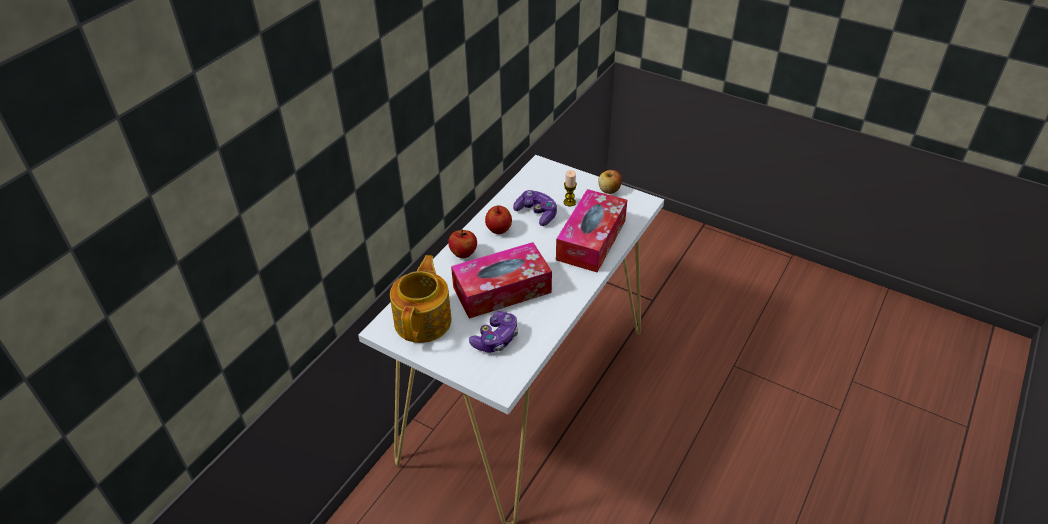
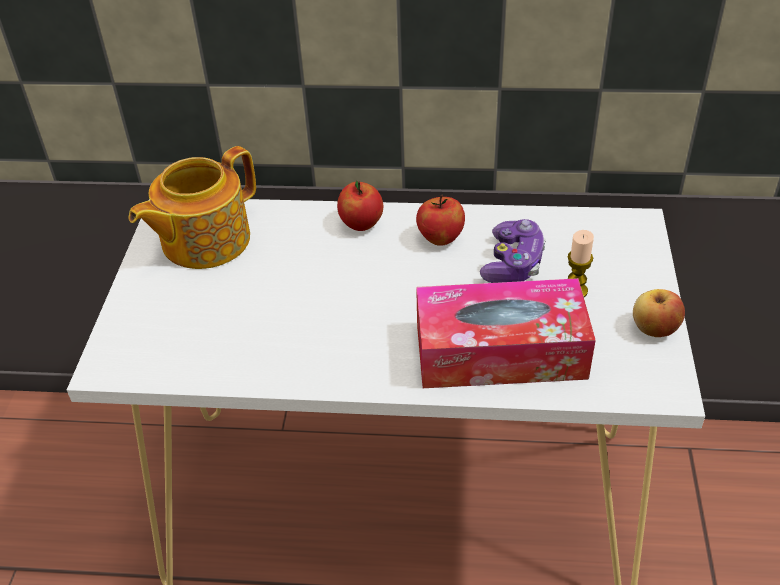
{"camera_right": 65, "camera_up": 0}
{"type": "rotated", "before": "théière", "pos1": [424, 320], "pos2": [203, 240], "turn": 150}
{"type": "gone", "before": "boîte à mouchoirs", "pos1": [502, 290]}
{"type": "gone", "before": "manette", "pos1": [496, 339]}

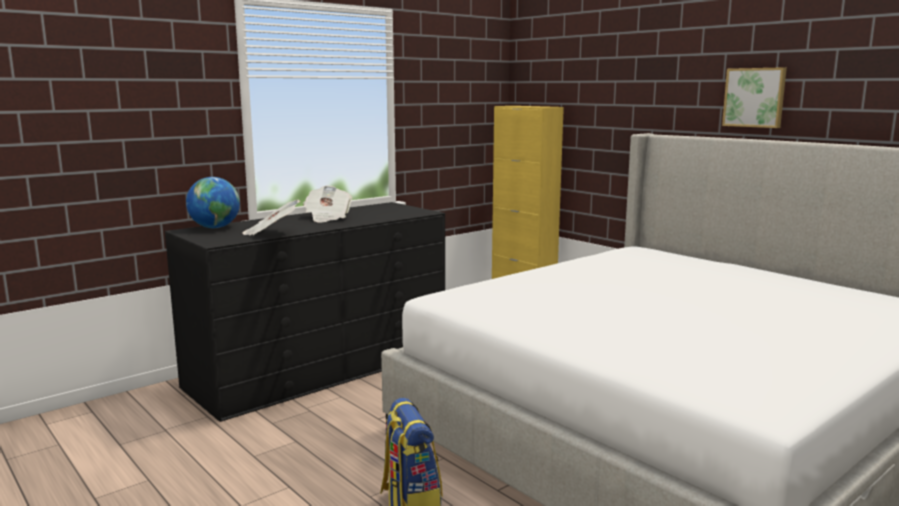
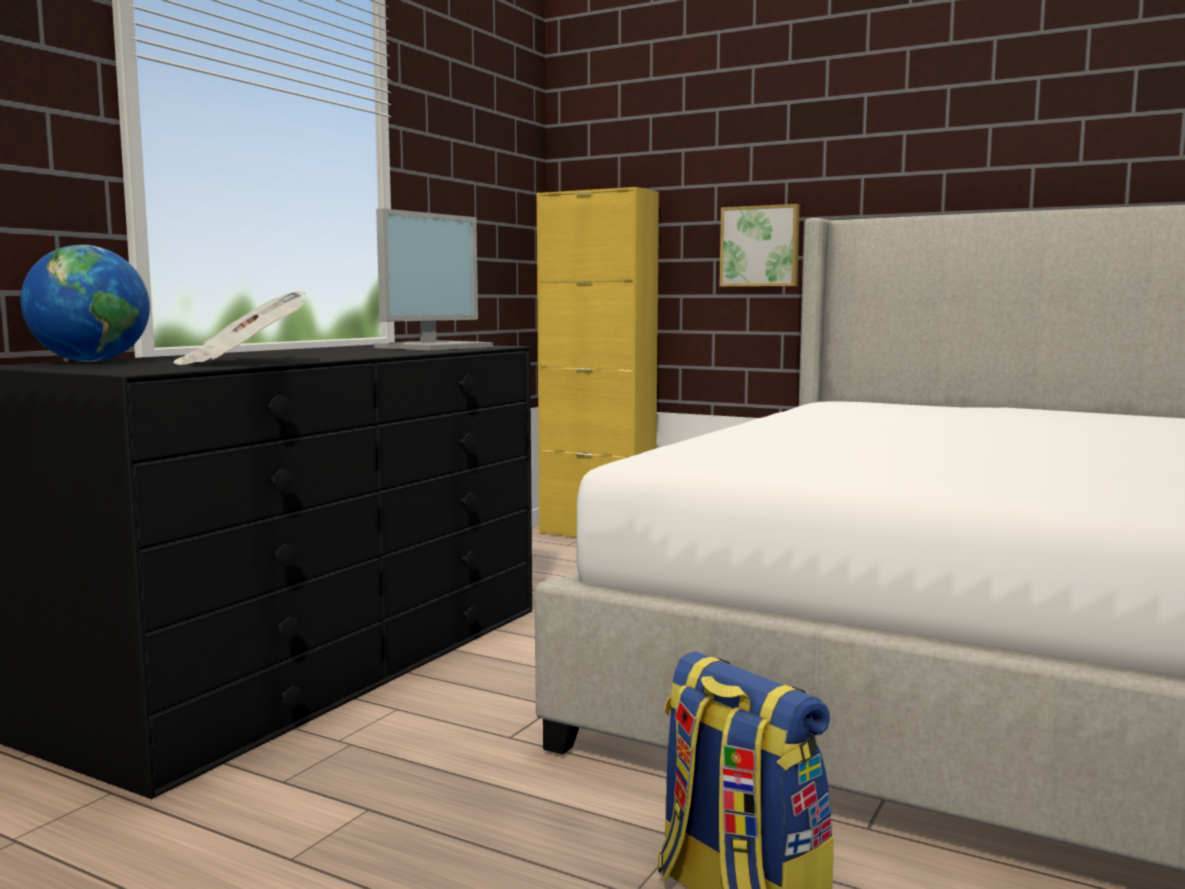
{"camera_right": -20, "camera_up": -5}
{"type": "gone", "before": "journal", "pos1": [327, 218]}
{"type": "shifted", "before": "tableau", "pos1": [754, 97], "pos2": [760, 246]}
{"type": "new", "after": "écran d'ordinateur", "pos2": [434, 347]}

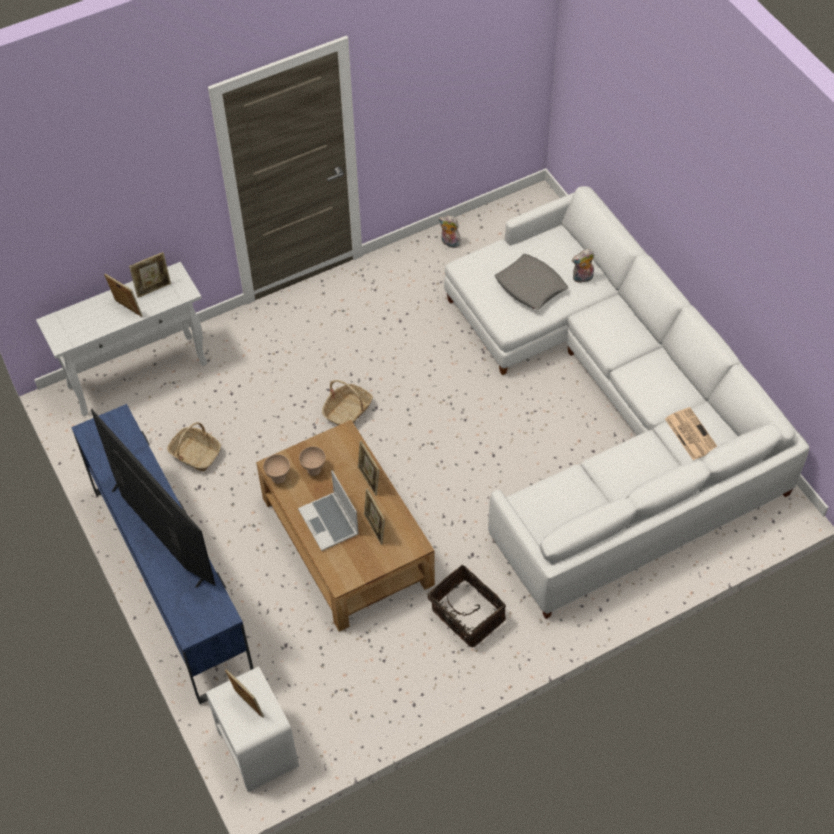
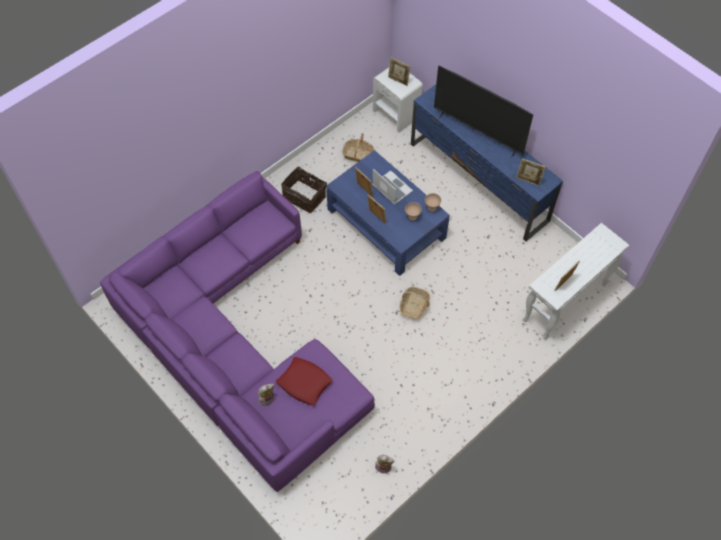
{"camera_right": 165, "camera_up": 5}
{"type": "shifted", "before": "cadre photo", "pos1": [127, 309], "pos2": [528, 181]}
{"type": "shifted", "before": "panier", "pos1": [195, 454], "pos2": [358, 154]}
{"type": "repainted", "before": "table basse [marron]", "after": "table basse [bleu]", "pos1": [347, 541], "pos2": [386, 223]}
{"type": "repainted", "before": "canapé [blanc]", "after": "canapé [violet]", "pos1": [609, 413], "pos2": [238, 342]}
{"type": "repainted", "before": "coussin [gris]", "after": "coussin [rouge]", "pos1": [531, 286], "pos2": [304, 383]}
{"type": "gone", "before": "journal", "pos1": [690, 433]}

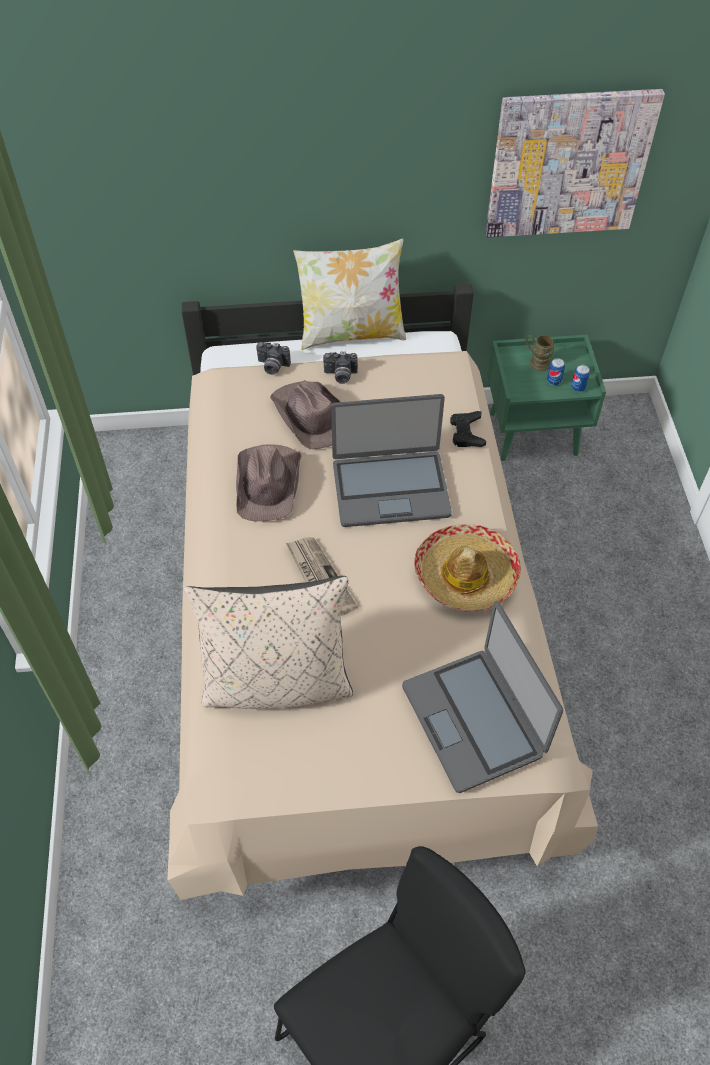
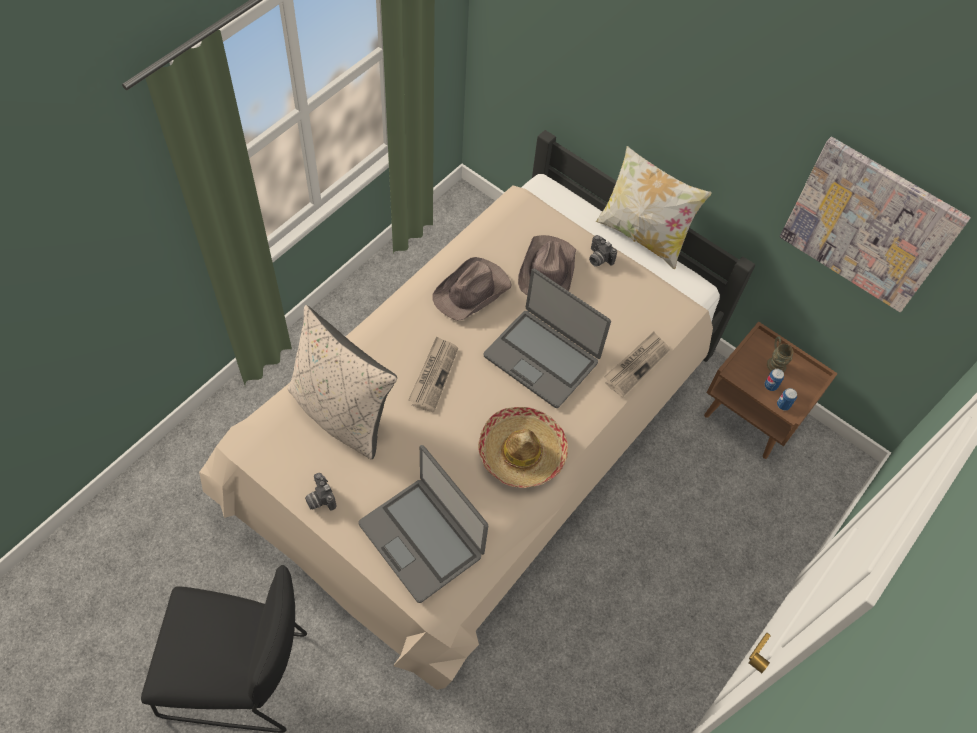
{"camera_right": 40, "camera_up": 5}
{"type": "shifted", "before": "appareil photo", "pos1": [272, 367], "pos2": [319, 499]}
{"type": "rotated", "before": "ordinateur portable", "pos1": [474, 719], "pos2": [422, 539], "turn": -60}
{"type": "swapped", "before": "manette [noir]", "after": "journal", "pos1": [467, 432], "pos2": [636, 365]}
{"type": "repainted", "before": "table de chevet [vert]", "after": "table de chevet [marron]", "pos1": [534, 433], "pos2": [751, 416]}

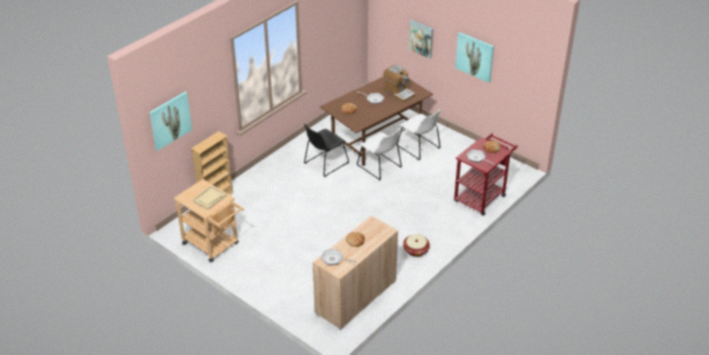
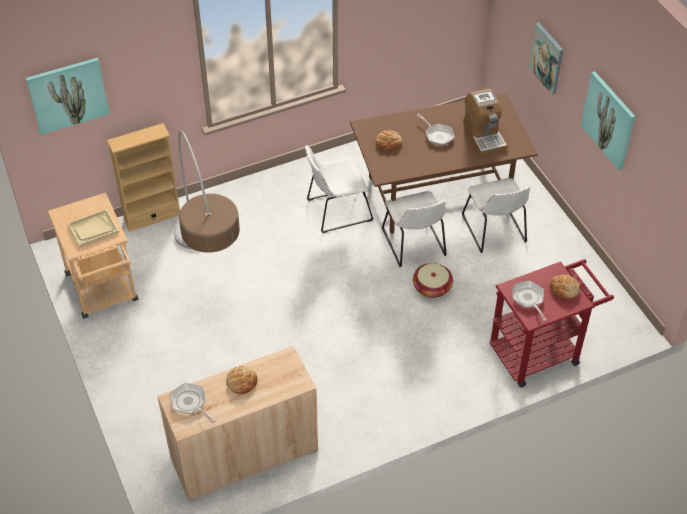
{"camera_right": 25, "camera_up": 10}
{"type": "repainted", "before": "chaise [noir]", "after": "chaise [blanc]", "pos1": [324, 164], "pos2": [336, 211]}
{"type": "shifted", "before": "panier", "pos1": [416, 250], "pos2": [432, 287]}
{"type": "new", "after": "lampadaire", "pos2": [209, 275]}

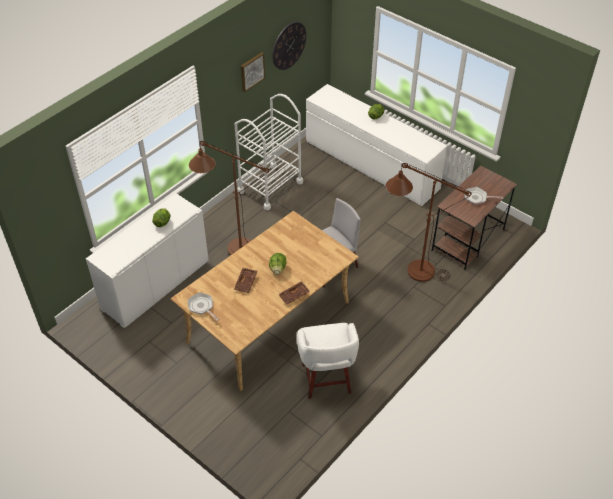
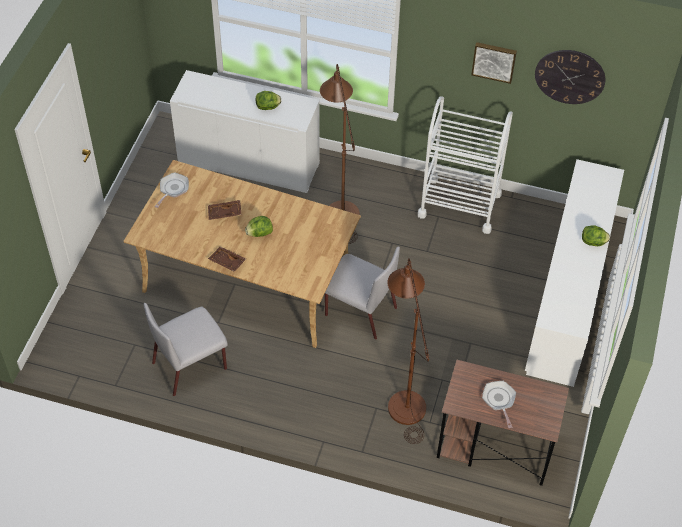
{"camera_right": 65, "camera_up": 5}
{"type": "swapped", "before": "tabouret [blanc]", "after": "chaise [gris]", "pos1": [326, 380], "pos2": [190, 365]}

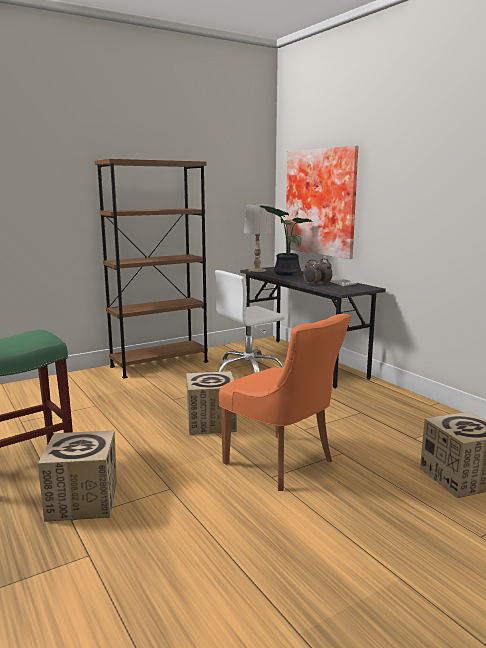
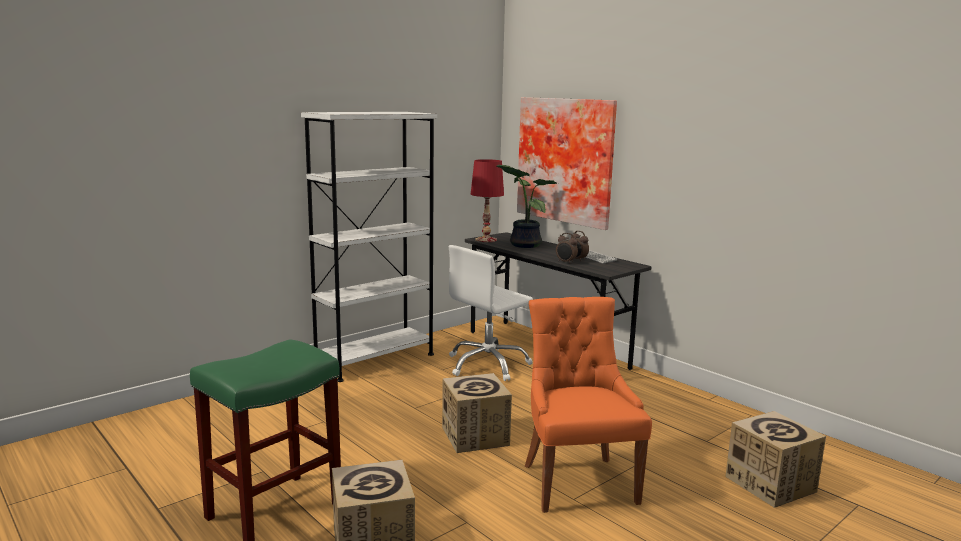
{"camera_right": -10, "camera_up": 0}
{"type": "repainted", "before": "bibliothèque [marron]", "after": "bibliothèque [blanc]", "pos1": [159, 364], "pos2": [375, 360]}
{"type": "rotated", "before": "chaise [orange]", "pos1": [281, 463], "pos2": [577, 481], "turn": -135}
{"type": "repainted", "before": "lampe de table [blanc]", "after": "lampe de table [rouge]", "pos1": [257, 270], "pos2": [486, 240]}

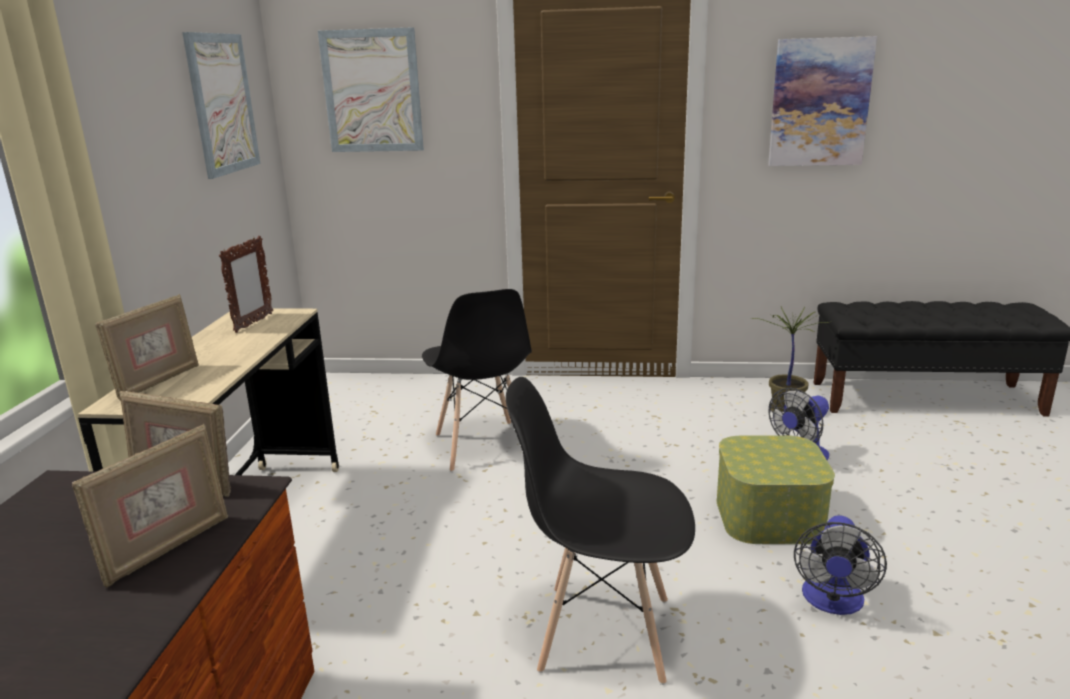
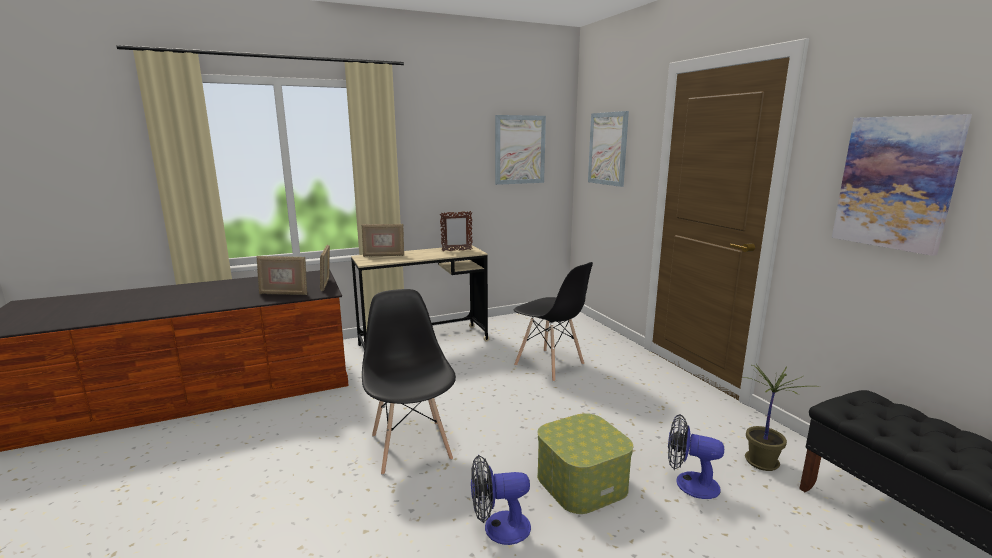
{"camera_right": 60, "camera_up": -5}
{"type": "rotated", "before": "chaise [noir]", "pos1": [482, 446], "pos2": [549, 365], "turn": -90}

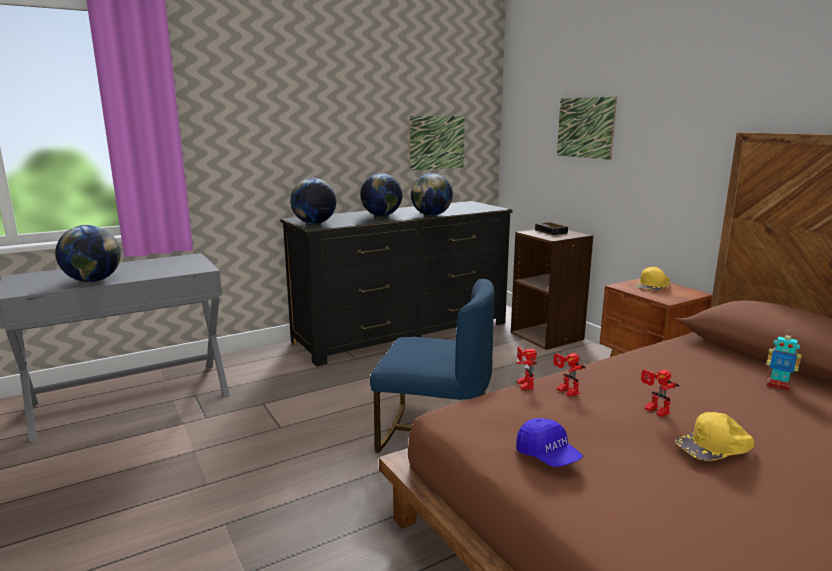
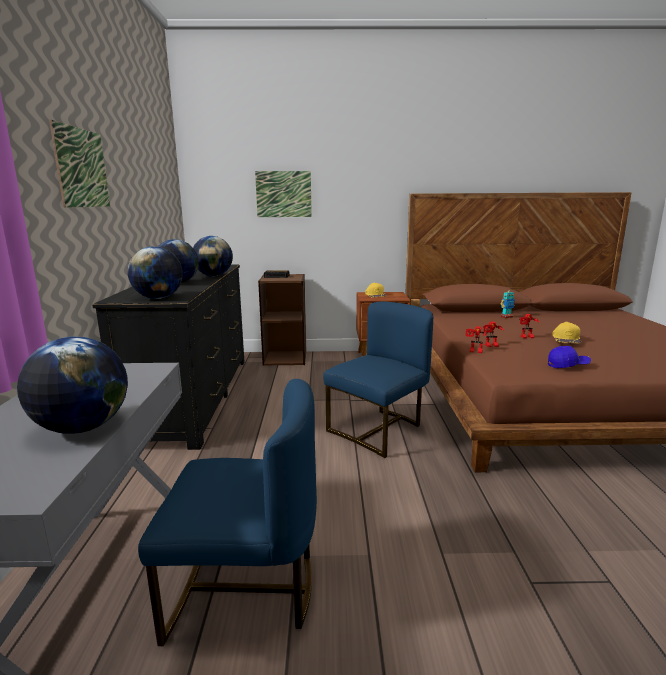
{"camera_right": -60, "camera_up": 0}
{"type": "shifted", "before": "tableau", "pos1": [437, 142], "pos2": [82, 168]}
{"type": "new", "after": "chaise [bleu]", "pos2": [244, 590]}

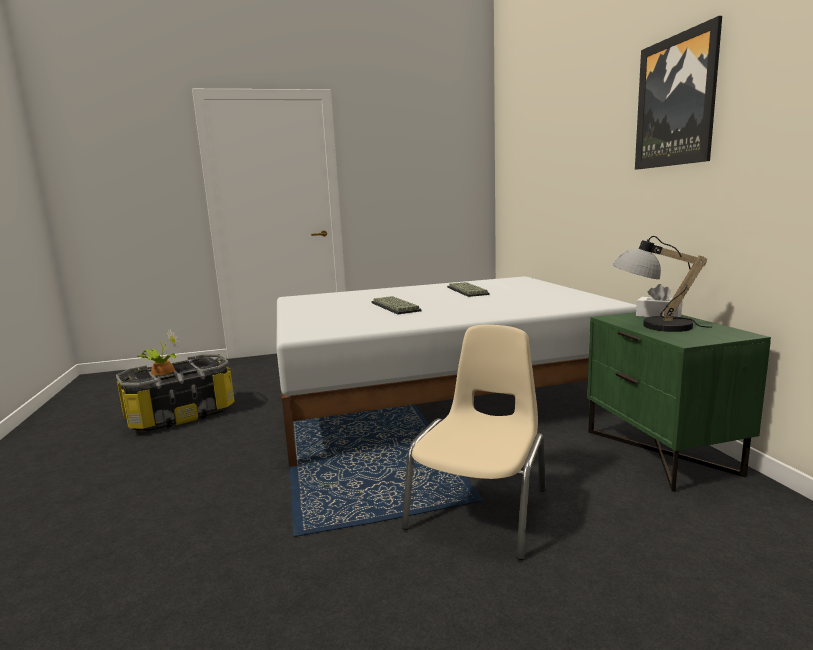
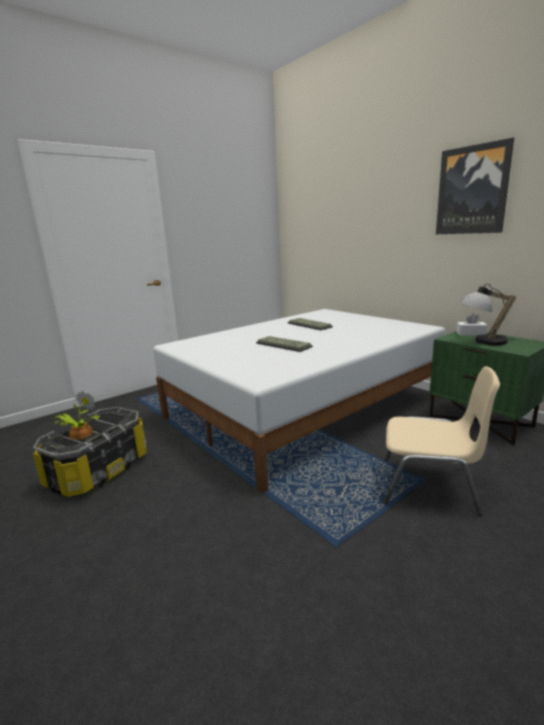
{"camera_right": -25, "camera_up": 5}
{"type": "rotated", "before": "chaise [beige]", "pos1": [481, 508], "pos2": [429, 485], "turn": 105}

